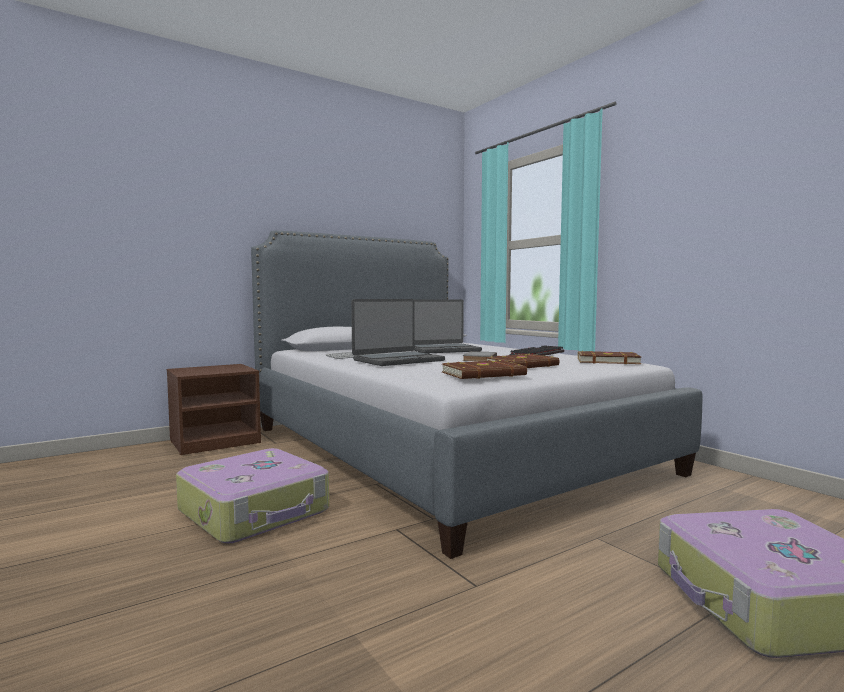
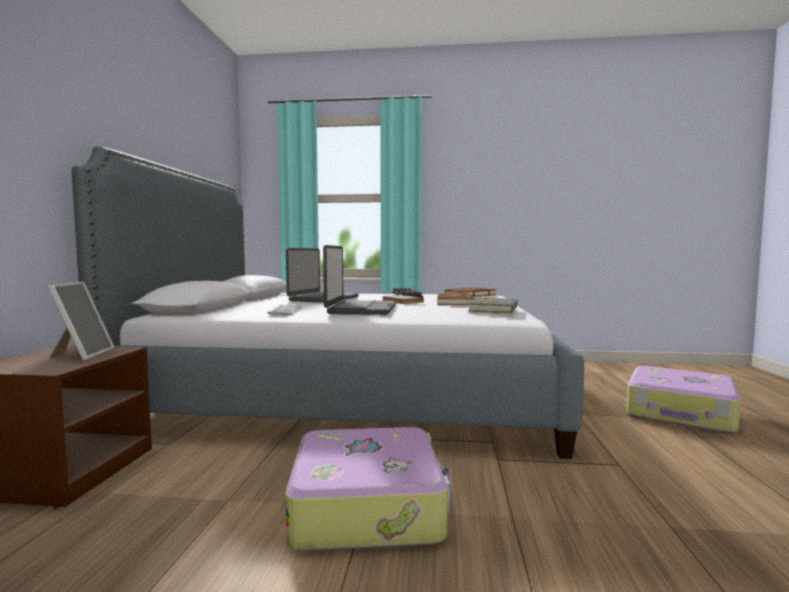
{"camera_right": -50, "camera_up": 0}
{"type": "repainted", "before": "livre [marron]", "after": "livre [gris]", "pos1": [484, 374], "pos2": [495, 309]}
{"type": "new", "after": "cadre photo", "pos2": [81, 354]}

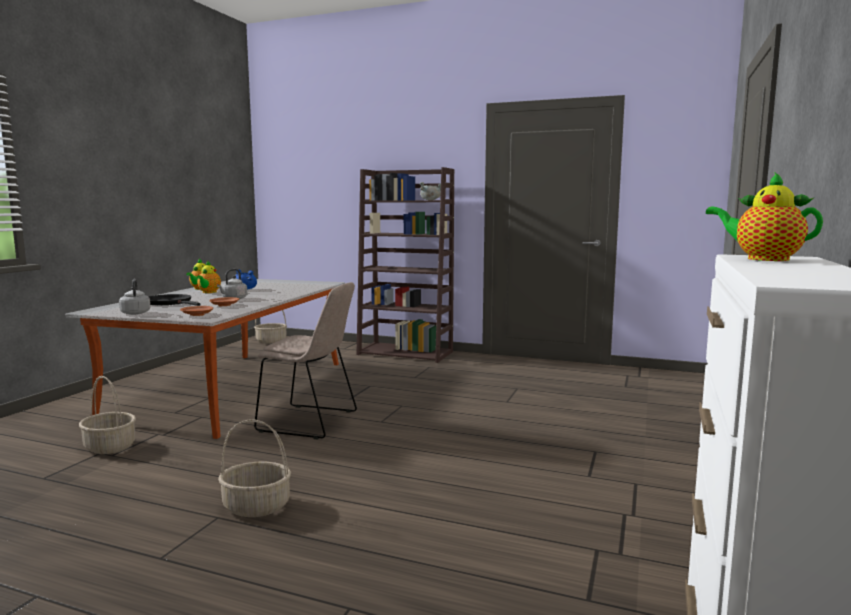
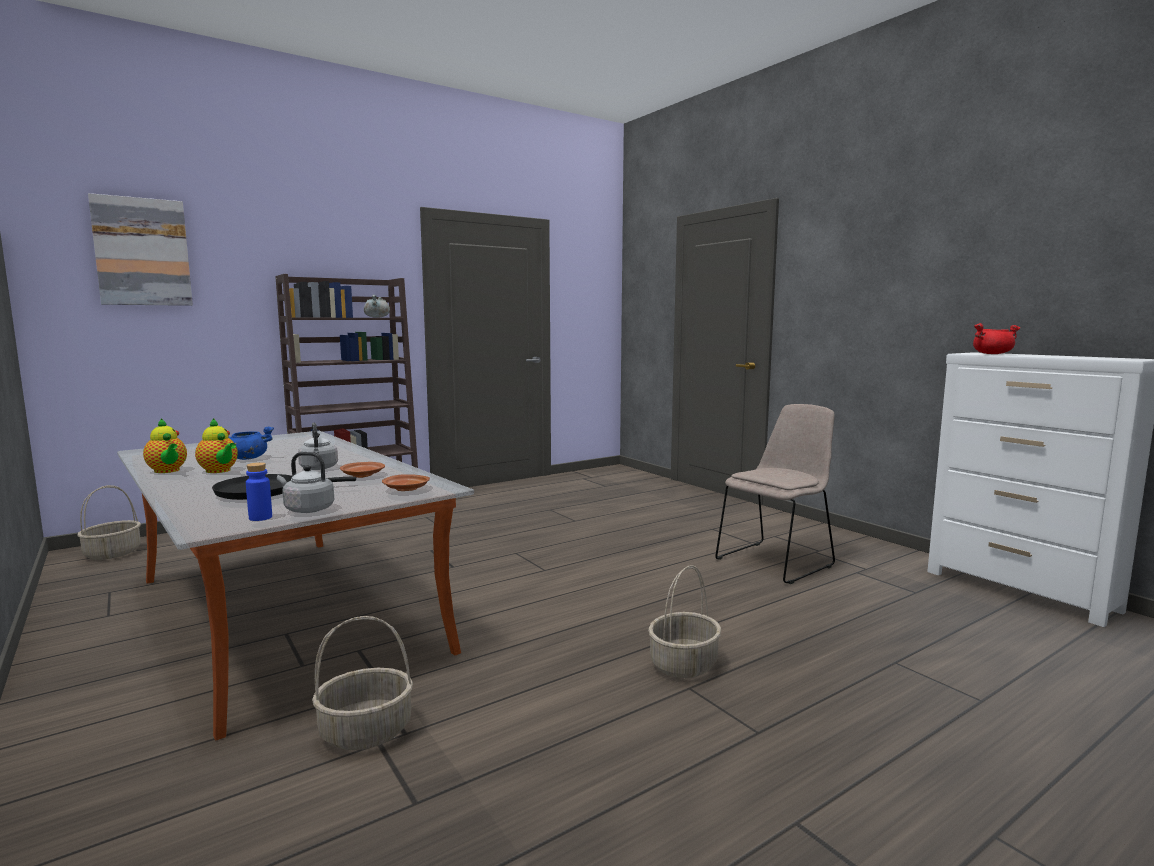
{"camera_right": -55, "camera_up": 0}
{"type": "shifted", "before": "chaise [beige]", "pos1": [311, 422], "pos2": [776, 561]}
{"type": "swapped", "before": "théière", "after": "marmite [rouge]", "pos1": [762, 259], "pos2": [992, 354]}
{"type": "new", "after": "tableau", "pos2": [142, 252]}
{"type": "new", "after": "bouteille [bleu]", "pos2": [260, 518]}

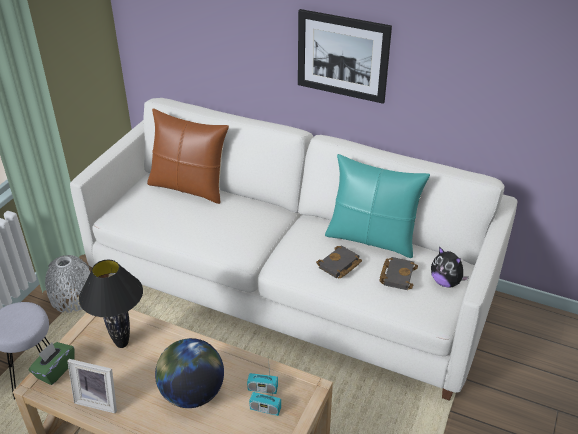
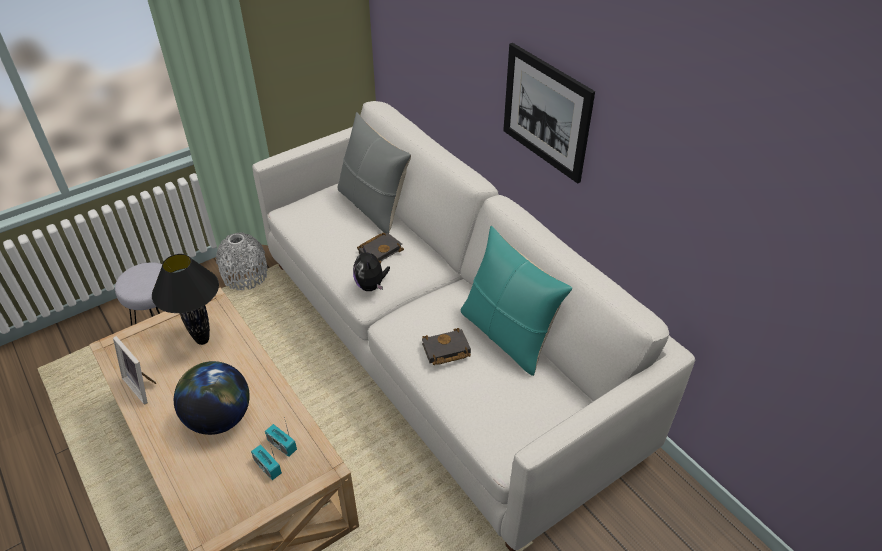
{"camera_right": 30, "camera_up": 5}
{"type": "gone", "before": "boîte à mouchoirs [vert]", "pos1": [55, 370]}
{"type": "repainted", "before": "coussin [marron]", "after": "coussin [gris]", "pos1": [189, 187], "pos2": [373, 207]}
{"type": "shifted", "before": "livre [noir]", "pos1": [397, 275], "pos2": [380, 250]}
{"type": "shifted", "before": "peluche", "pos1": [446, 282], "pos2": [371, 286]}

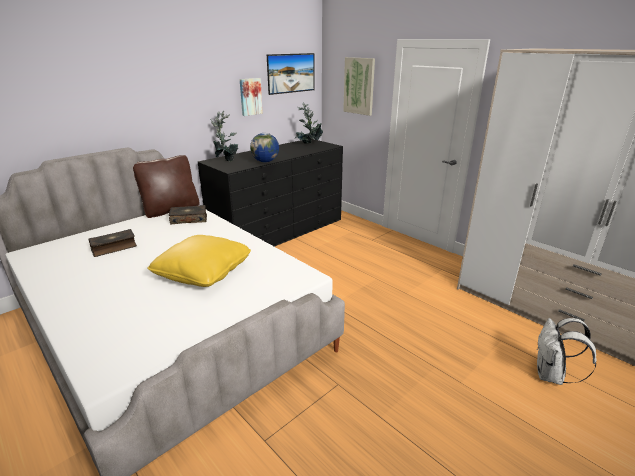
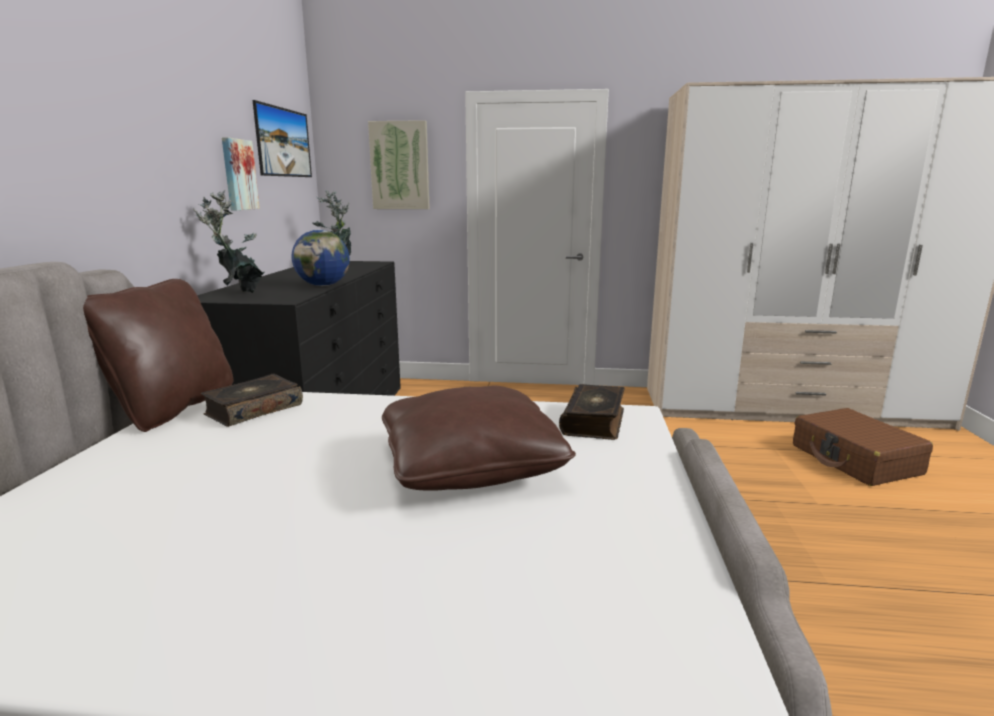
{"camera_right": -40, "camera_up": -10}
{"type": "shifted", "before": "livre", "pos1": [114, 247], "pos2": [594, 421]}
{"type": "repainted", "before": "coussin [jaune]", "after": "coussin [marron]", "pos1": [203, 272], "pos2": [471, 465]}
{"type": "swapped", "before": "sac à dos [blanc]", "after": "valise [marron]", "pos1": [551, 375], "pos2": [855, 460]}

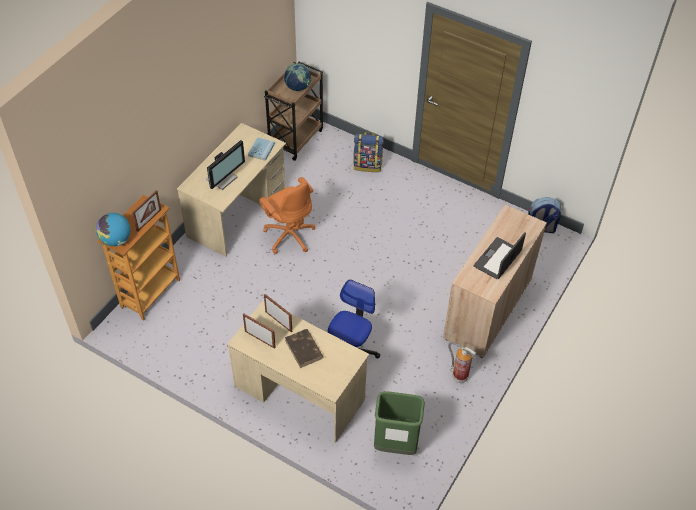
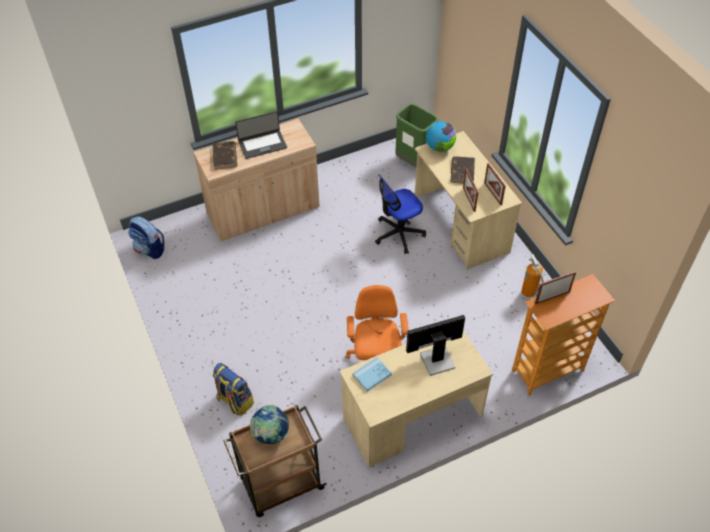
{"camera_right": -145, "camera_up": 0}
{"type": "shifted", "before": "globe", "pos1": [116, 240], "pos2": [440, 148]}
{"type": "shifted", "before": "extincteur", "pos1": [459, 376], "pos2": [528, 295]}
{"type": "new", "after": "livre [marron]", "pos2": [225, 157]}

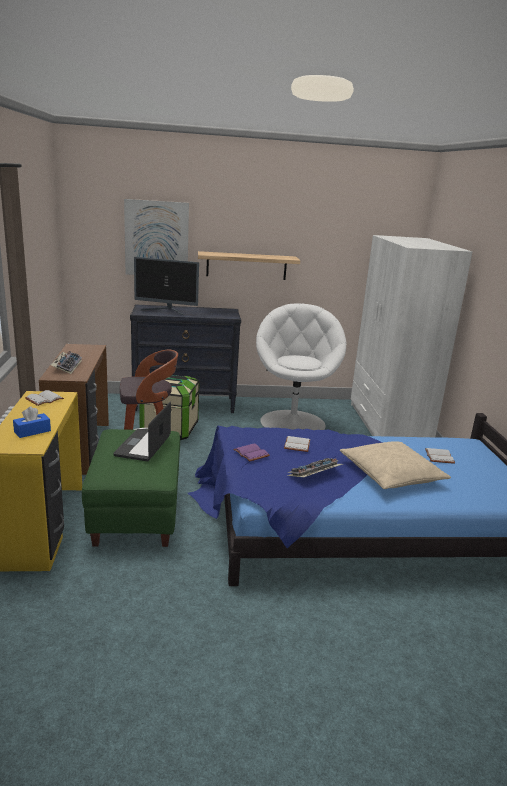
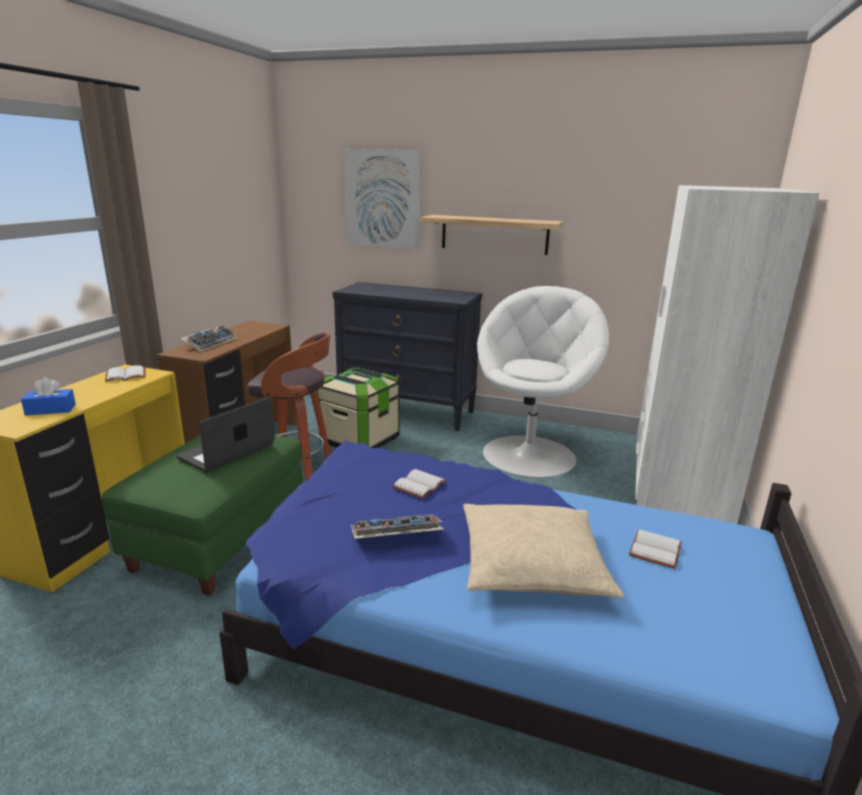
{"camera_right": 25, "camera_up": 0}
{"type": "gone", "before": "écran d'ordinateur", "pos1": [166, 311]}
{"type": "gone", "before": "livre [violet]", "pos1": [252, 453]}

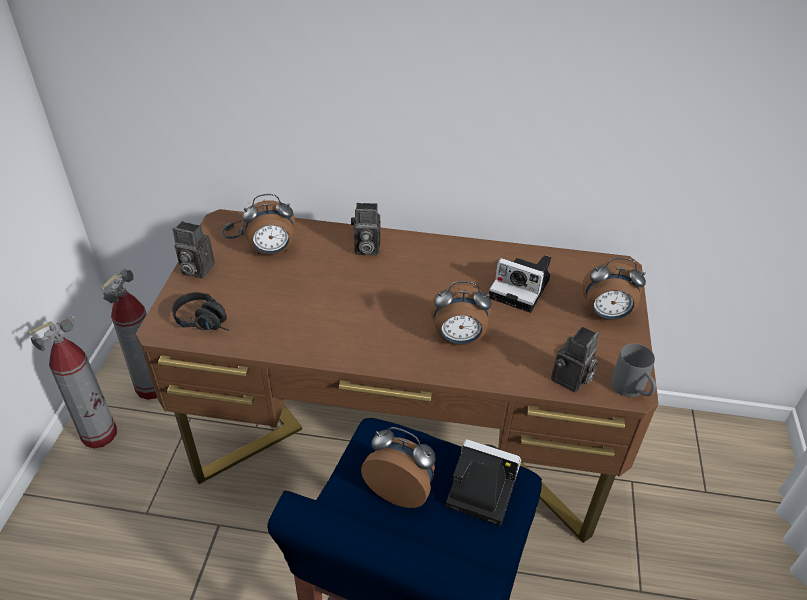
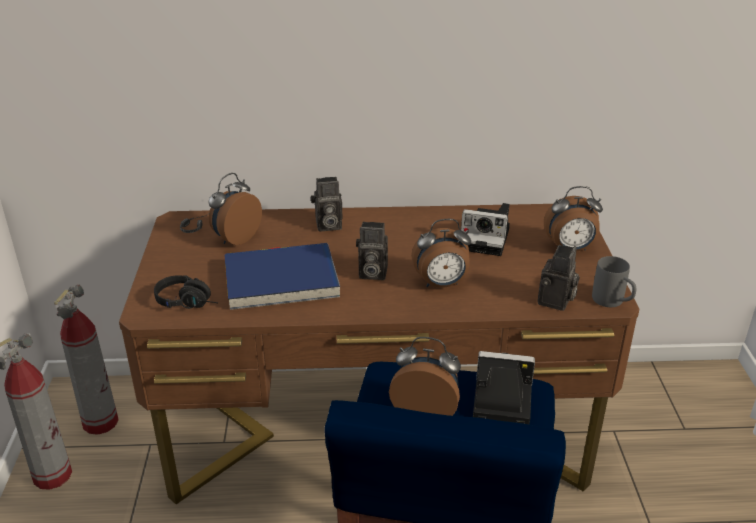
{"camera_right": -10, "camera_up": -10}
{"type": "shifted", "before": "appareil photo", "pos1": [195, 269], "pos2": [371, 273]}
{"type": "rotated", "before": "réveil", "pos1": [272, 251], "pos2": [235, 238], "turn": 150}
{"type": "new", "after": "livre [bleu]", "pos2": [281, 280]}

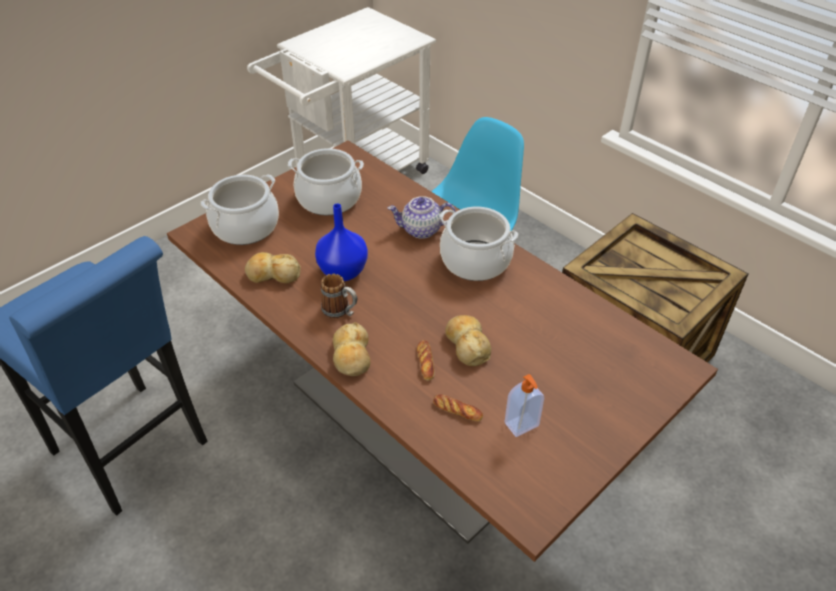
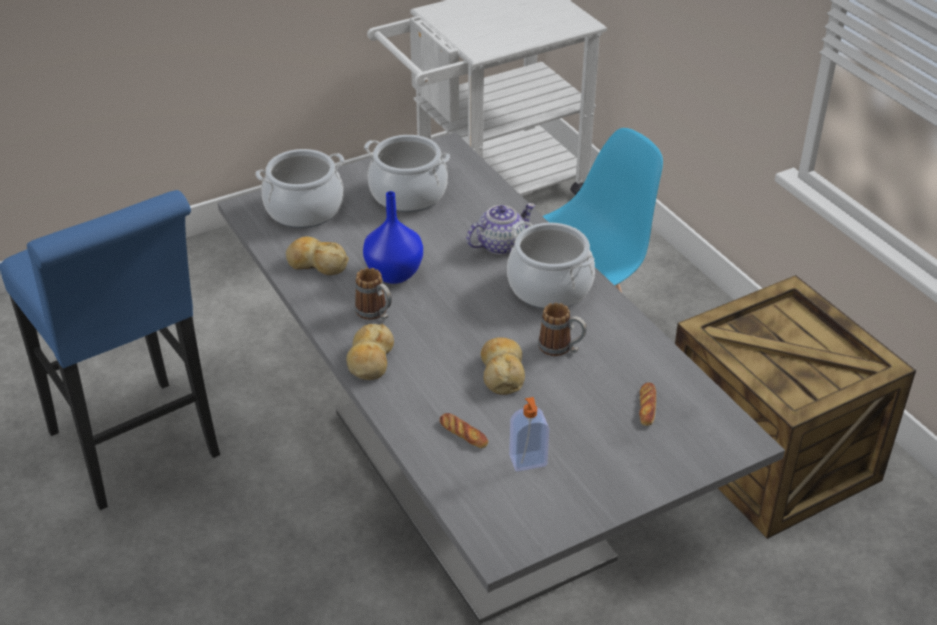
{"camera_right": 15, "camera_up": -5}
{"type": "repainted", "before": "table à manger [marron]", "after": "table à manger [gris]", "pos1": [417, 423], "pos2": [468, 484]}
{"type": "rotated", "before": "théière", "pos1": [421, 230], "pos2": [500, 244], "turn": 135}
{"type": "shifted", "before": "pain", "pos1": [426, 362], "pos2": [647, 407]}
{"type": "new", "after": "mug", "pos2": [561, 349]}

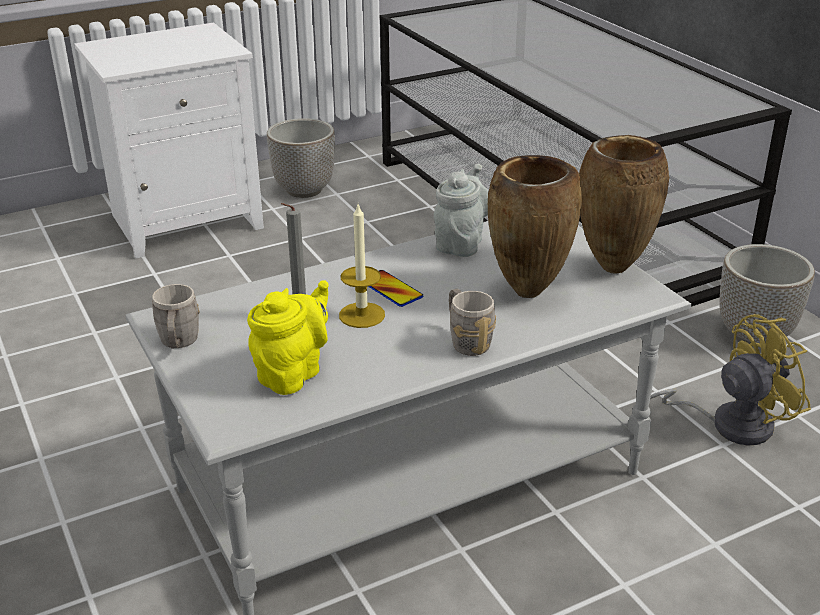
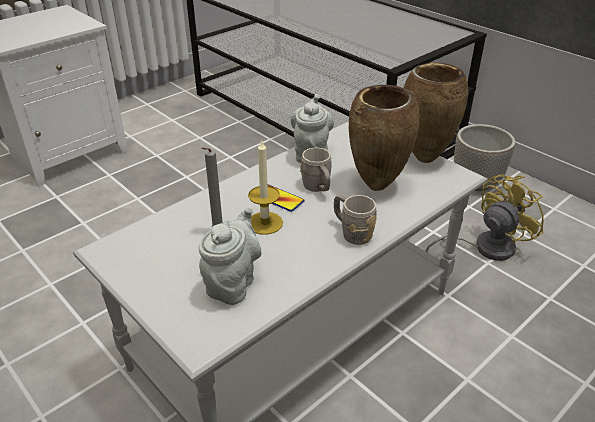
{"camera_right": -15, "camera_up": 5}
{"type": "shifted", "before": "mug [gris]", "pos1": [178, 344], "pos2": [318, 188]}
{"type": "repainted", "before": "théière [jaune]", "after": "théière [gris]", "pos1": [293, 373], "pos2": [232, 283]}
{"type": "gone", "before": "cache-pot", "pos1": [304, 190]}

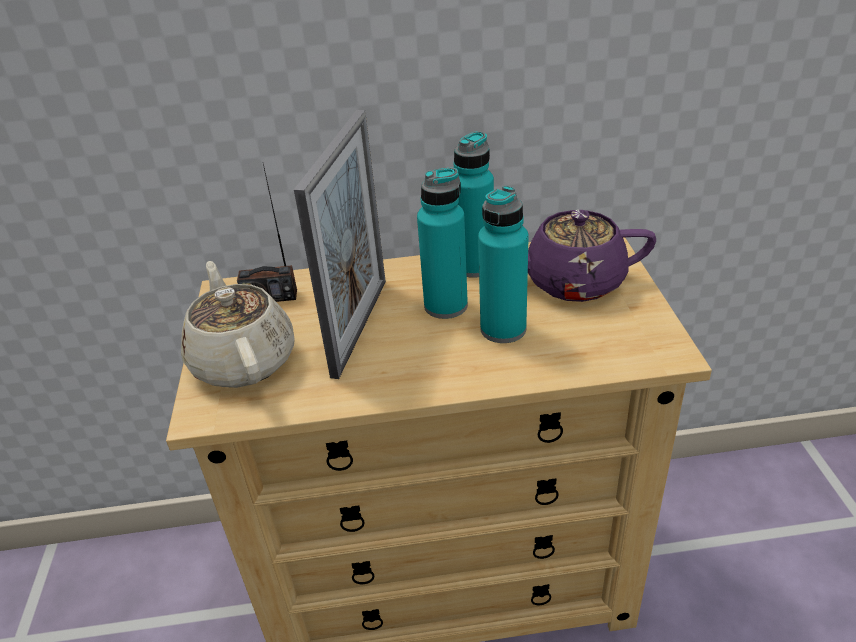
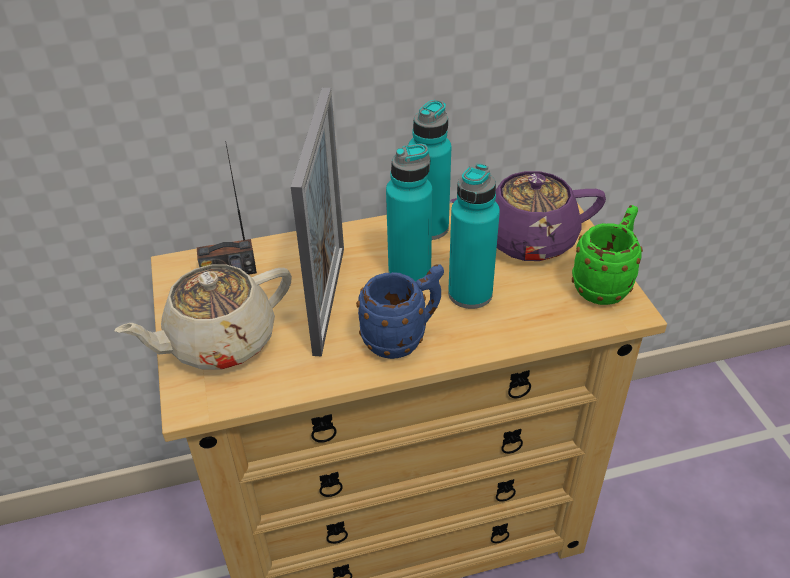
{"camera_right": -10, "camera_up": 5}
{"type": "rotated", "before": "théière [beige]", "pos1": [243, 360], "pos2": [219, 342], "turn": -90}
{"type": "new", "after": "mug [bleu]", "pos2": [403, 338]}
{"type": "new", "after": "mug [vert]", "pos2": [605, 284]}

